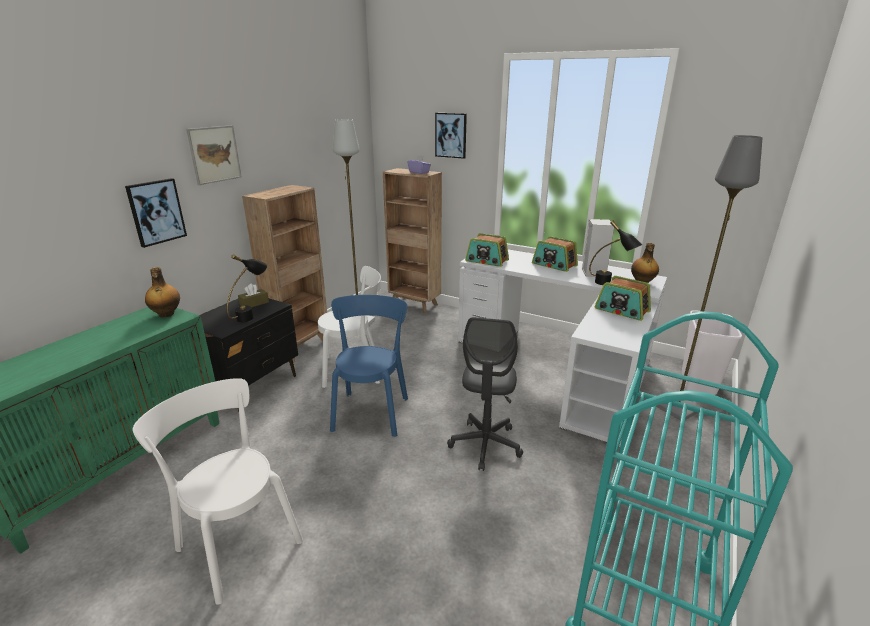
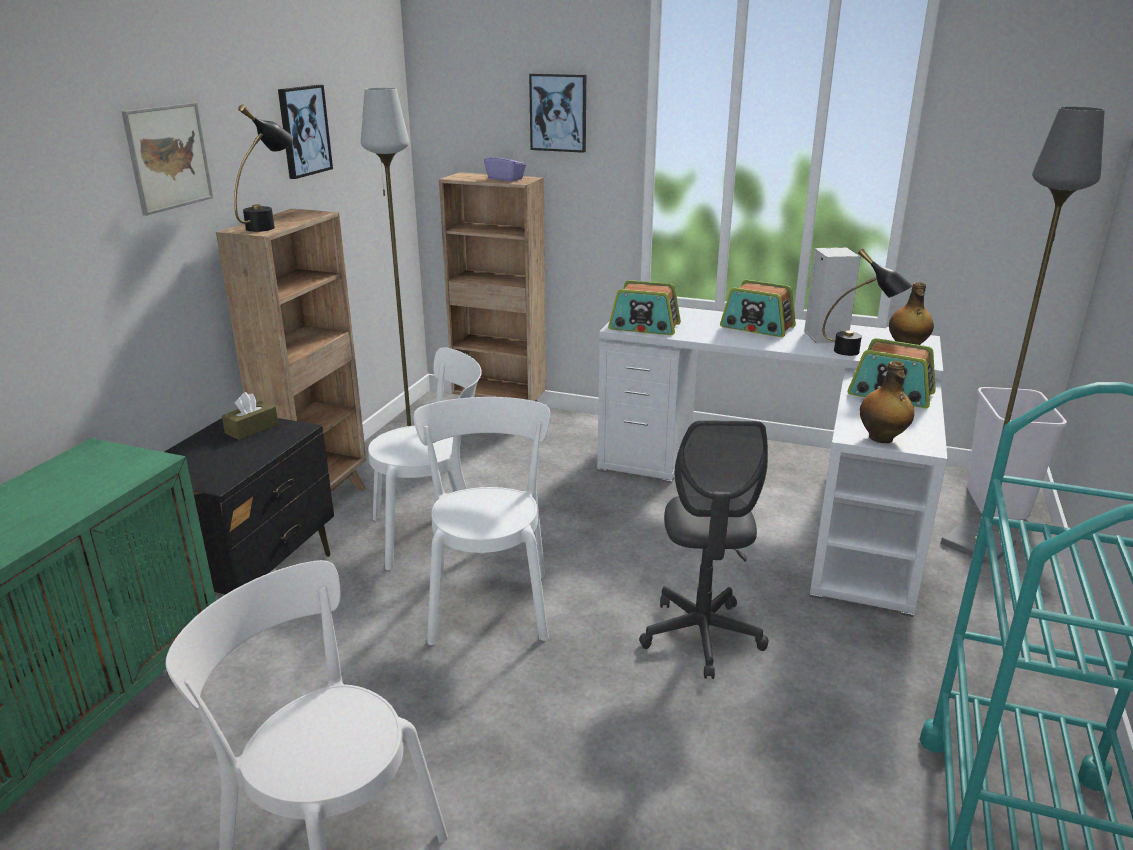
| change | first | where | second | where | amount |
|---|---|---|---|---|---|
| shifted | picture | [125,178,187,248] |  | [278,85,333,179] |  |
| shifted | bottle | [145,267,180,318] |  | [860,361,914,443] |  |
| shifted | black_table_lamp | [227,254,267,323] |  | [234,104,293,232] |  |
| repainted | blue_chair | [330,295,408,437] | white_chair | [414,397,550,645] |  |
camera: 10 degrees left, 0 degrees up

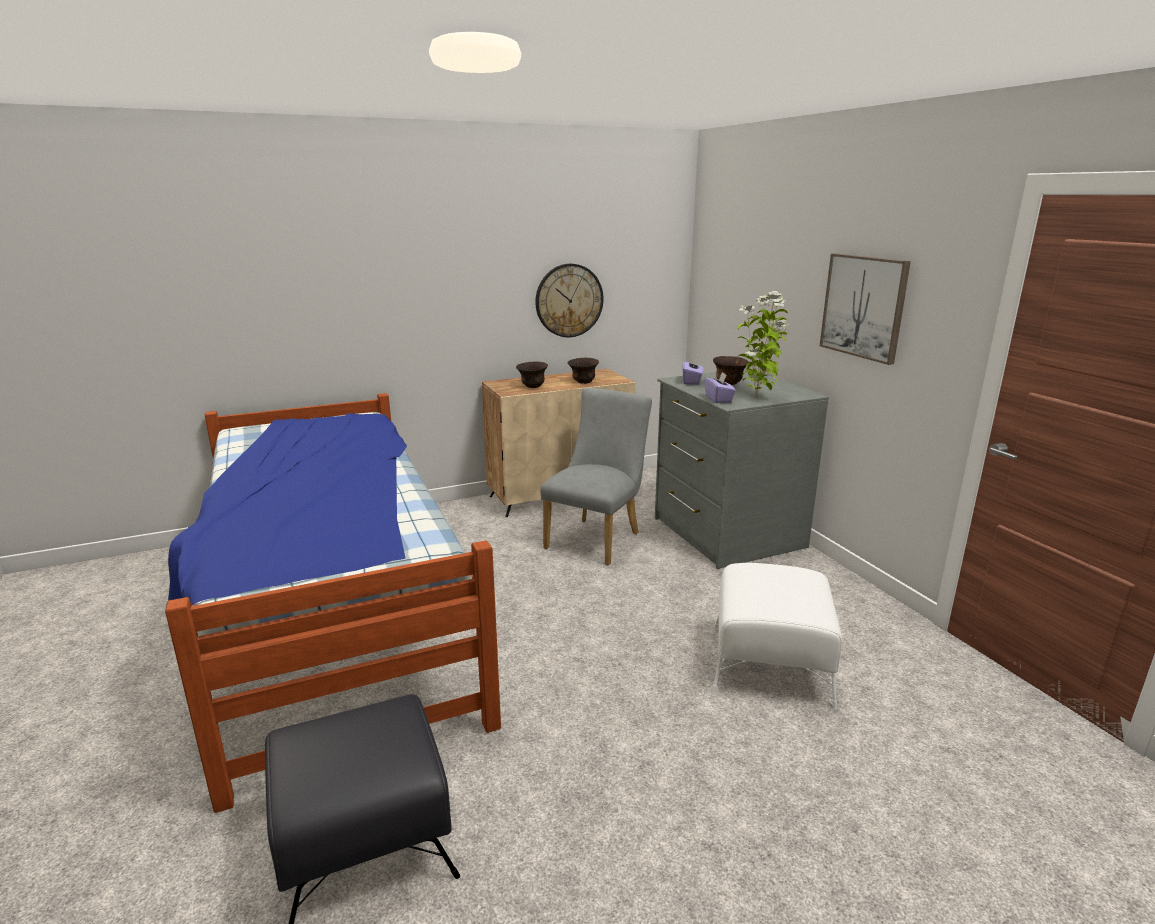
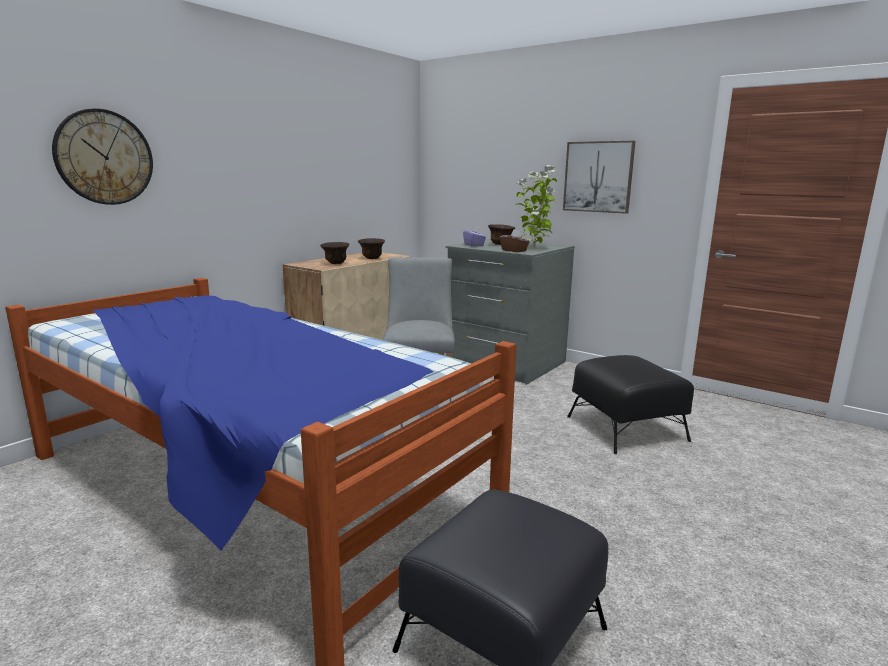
| change | first | where | second | where | amount |
|---|---|---|---|---|---|
| shifted | wall_clock | [535,264,603,337] |  | [52,108,153,205] |  |
| repainted | purple_tissue_box | [704,372,736,403] | brown_tissue_box | [500,230,530,252] |  |
| repainted | white_ottoman | [711,563,842,710] | black_ottoman | [567,355,694,454] |  |
camera: 30 degrees left, 5 degrees down

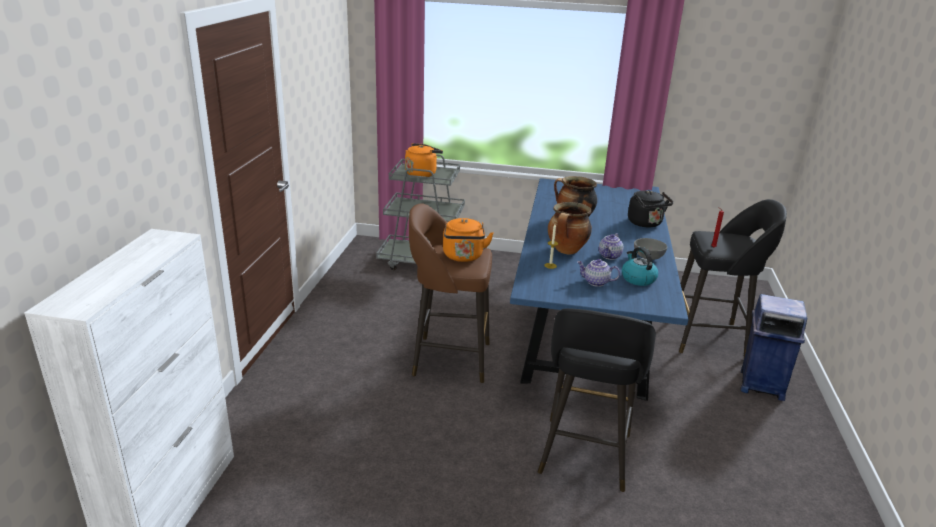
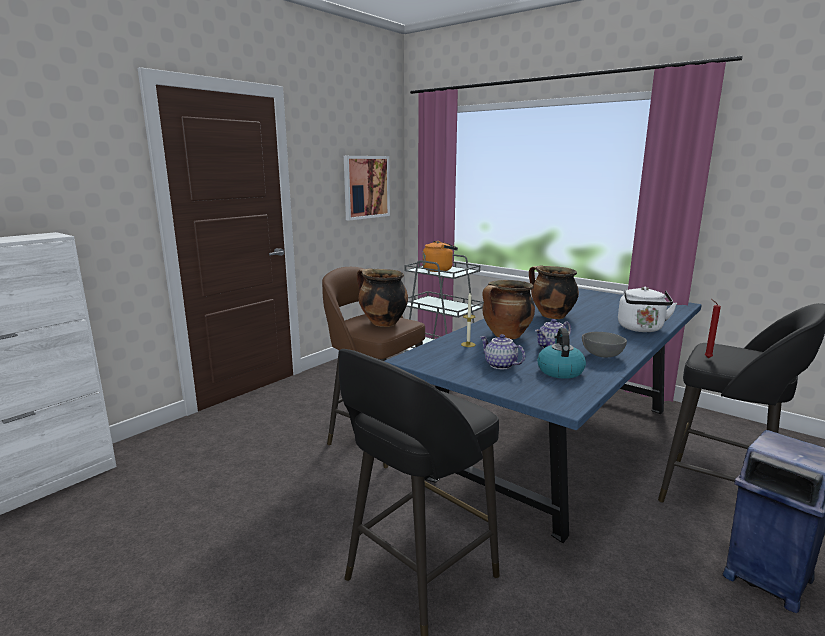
| change | first | where | second | where | amount |
|---|---|---|---|---|---|
| new |  |  | picture | [344,156,390,220] |  |
| swapped | orange_kettle | [443,218,494,262] | cooking_pot | [357,268,408,327] |  |
| repainted | black_kettle | [628,190,673,228] | white_kettle | [618,287,677,332] |  |
camera: 30 degrees right, 10 degrees down

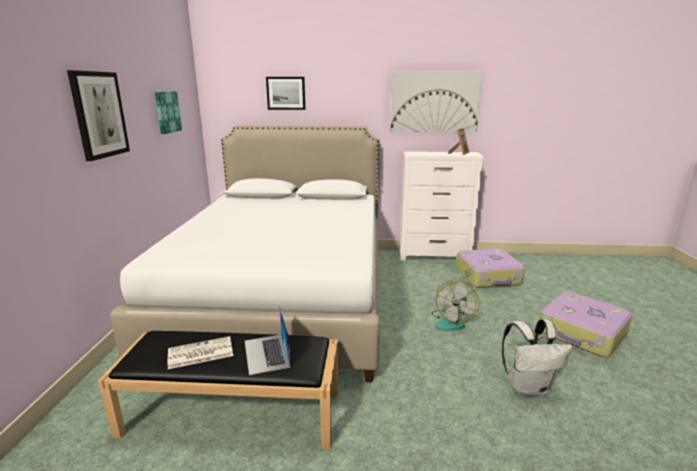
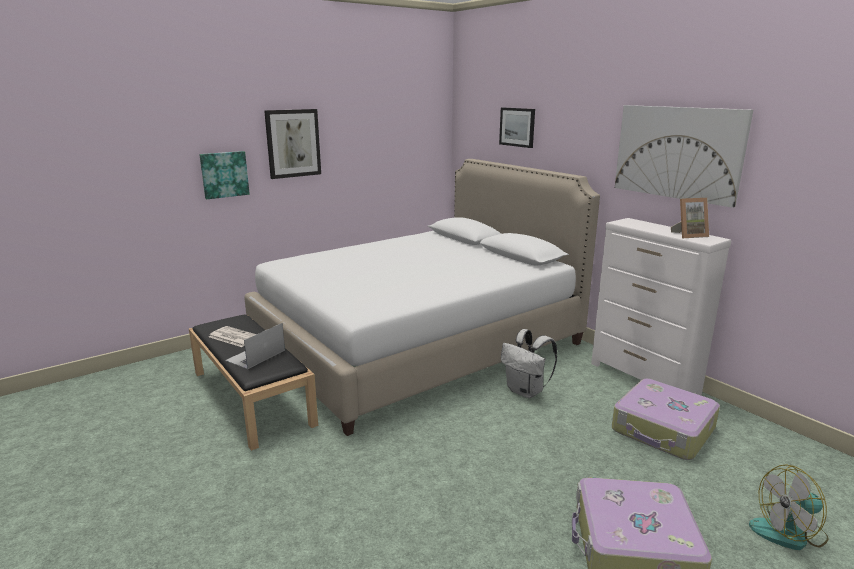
| change | first | where | second | where | amount |
|---|---|---|---|---|---|
| shifted | picture | [155,91,182,134] |  | [199,151,250,199] |  |
| shifted | fan | [432,280,480,331] |  | [749,464,829,550] |  |
| shifted | white_backpack | [502,319,573,396] |  | [501,329,557,398] |  |
camera: 50 degrees right, 0 degrees up

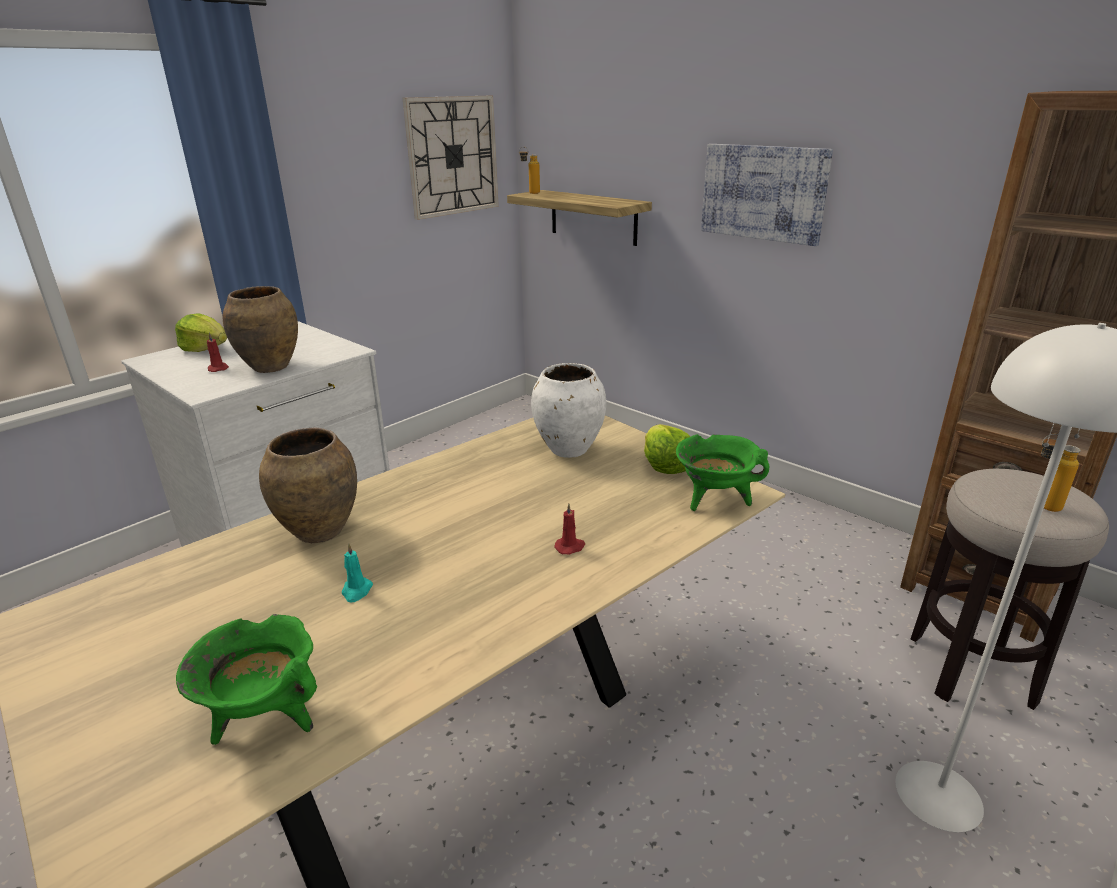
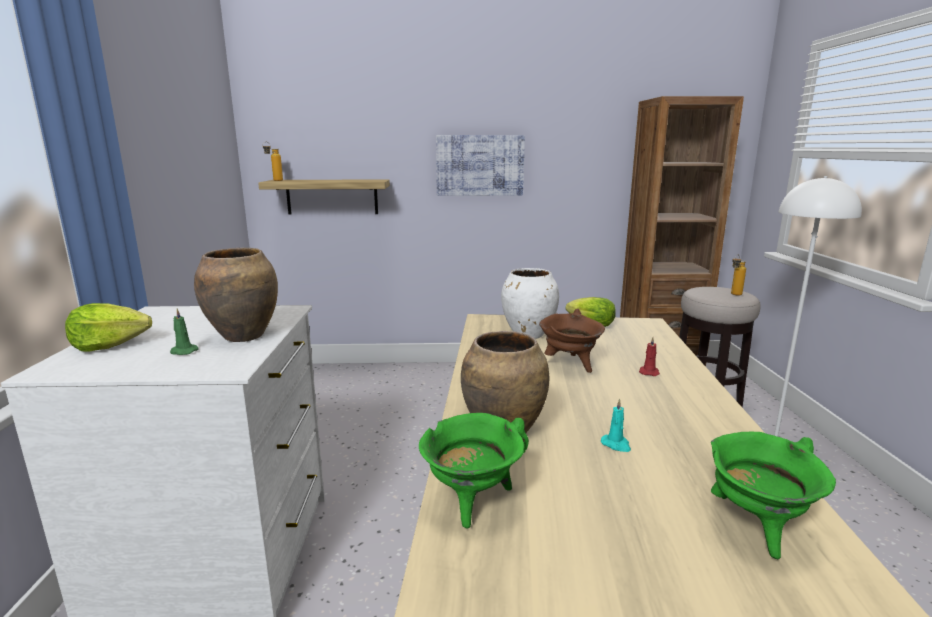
| change | first | where | second | where | amount |
|---|---|---|---|---|---|
| gone | wall_clock | [403,95,499,220] |  |  |  |
| new |  |  | brown_cooking_pot | [539,309,605,373] |  |
| shifted | green_cooking_pot | [676,434,769,511] |  | [419,413,529,529] |  |
| repainted | red_candle | [207,333,229,372] | green_candle | [170,308,198,355] |  |
camera: 45 degrees left, 10 degrees down

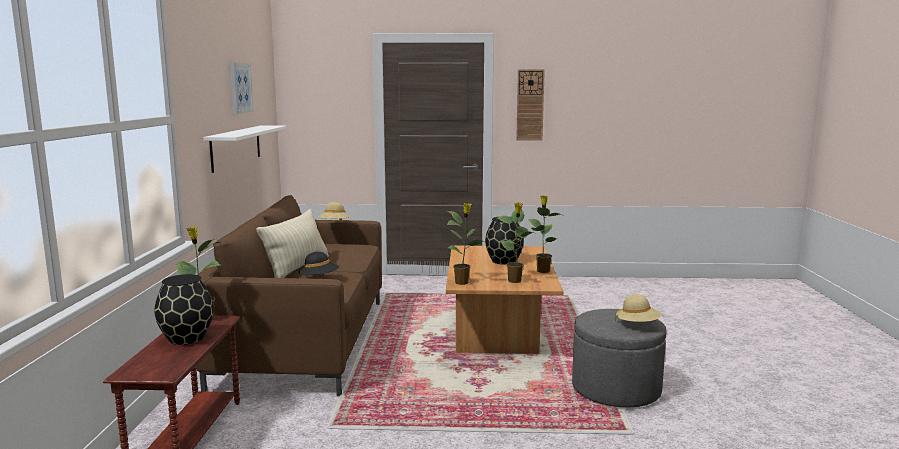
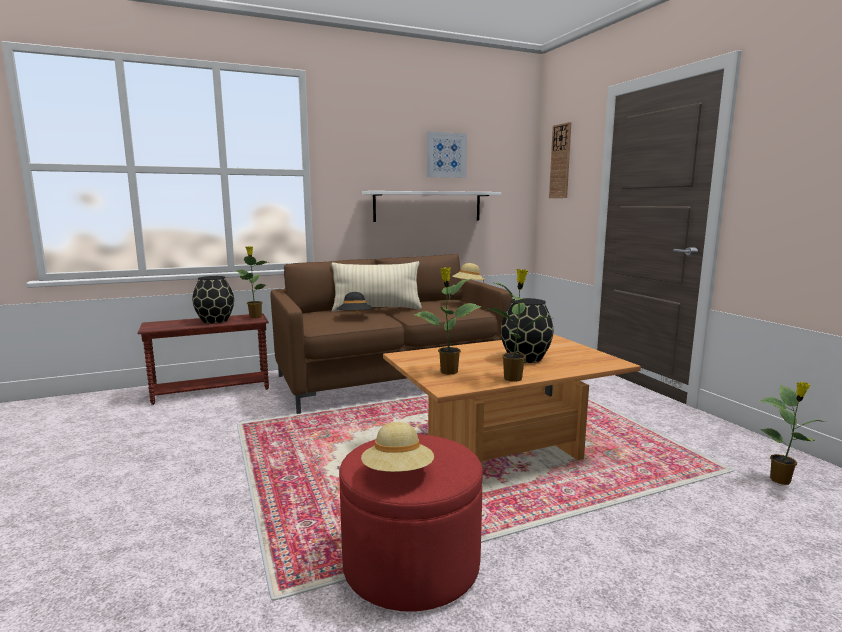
| change | first | where | second | where | amount |
|---|---|---|---|---|---|
| shifted | potted_plant | [444,203,486,285] |  | [760,381,826,485] |  |
| shifted | wall_clock | [516,69,545,141] |  | [549,122,572,198] |  |
| repainted | grey_ottoman | [572,309,666,408] | red_ottoman | [339,434,483,612] |  |
camera: 65 degrees right, 0 degrees up

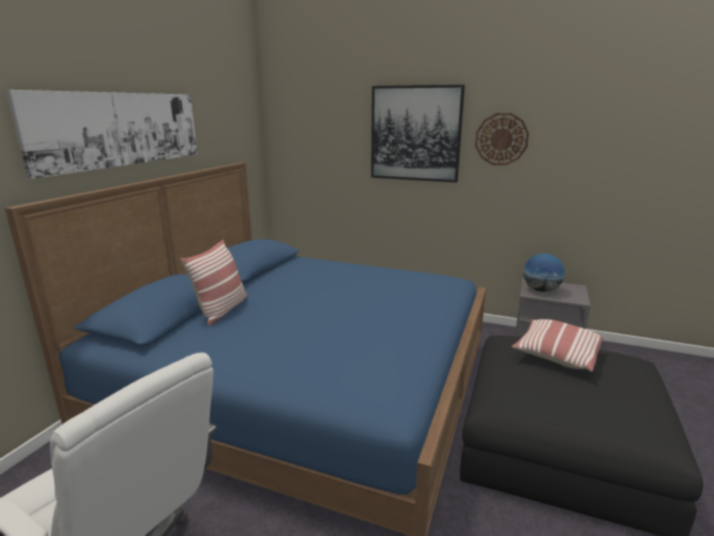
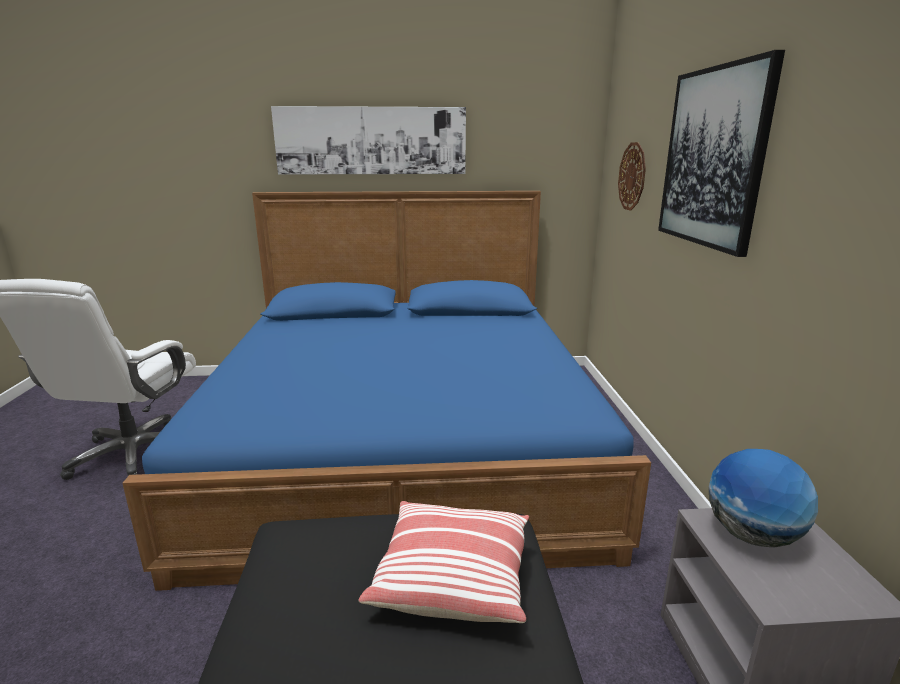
| change | first | where | second | where | amount |
|---|---|---|---|---|---|
| gone | pillow | [181,240,247,326] |  |  |  |
| shifted | wall_clock | [475,113,529,166] |  | [618,142,646,211] |  |
camera: 65 degrees right, 0 degrees up

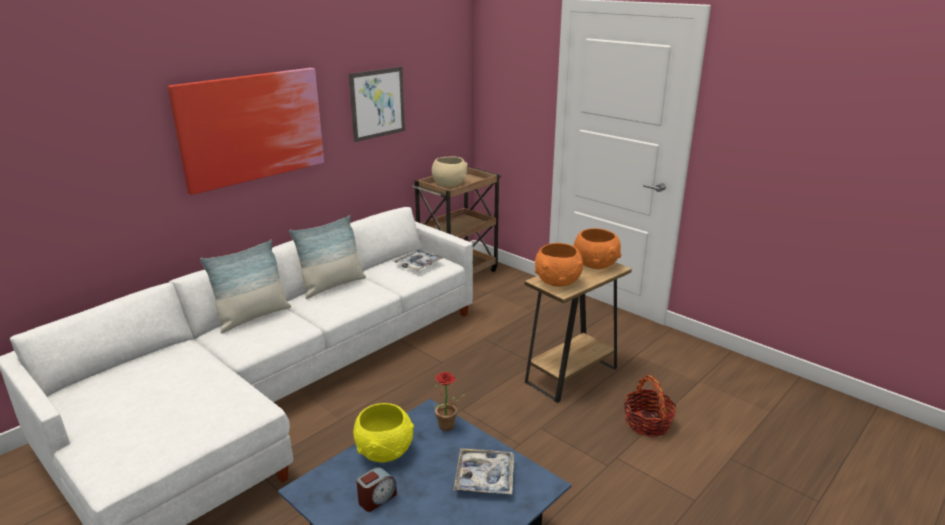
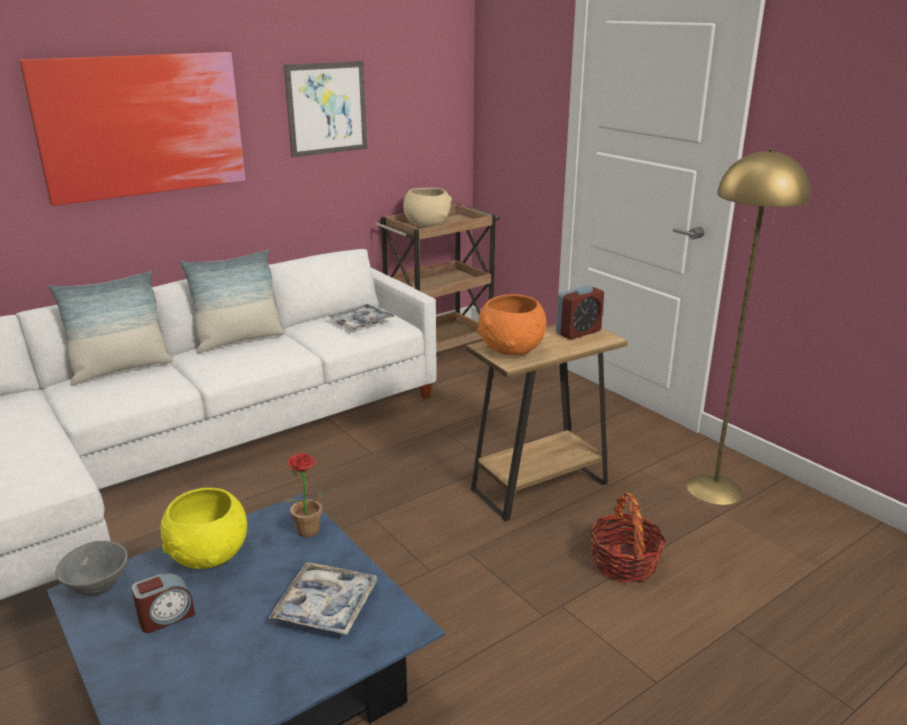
| change | first | where | second | where | amount |
|---|---|---|---|---|---|
| new |  |  | grey_bowl | [55,541,127,596] |  |
| new |  |  | yellow_floor_lamp | [686,149,811,505] |  |
| swapped | orange_bowl | [574,228,621,269] | alarm_clock | [556,285,604,339] |  |
camera: 10 degrees right, 0 degrees up

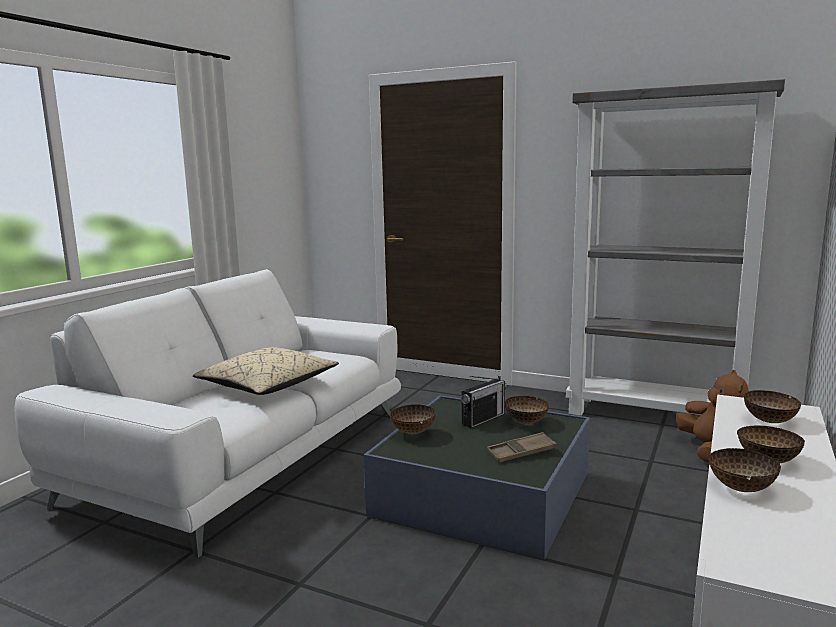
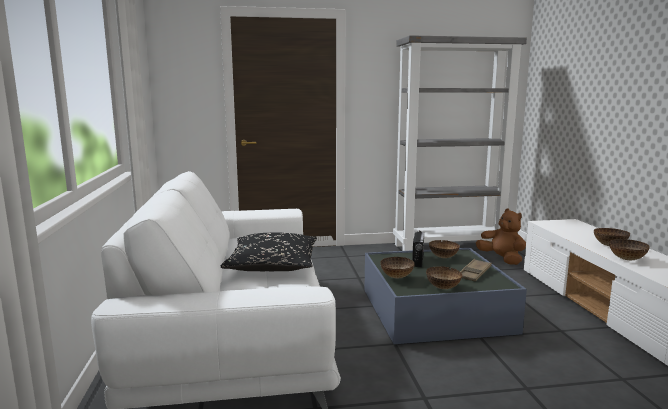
| change | first | where | second | where | amount |
|---|---|---|---|---|---|
| shifted | bowl | [744,390,801,423] |  | [426,266,463,289] |  |
| repainted | beige_pillow | [193,347,339,395] | black_pillow | [221,233,317,271] |  |
camera: 35 degrees left, 0 degrees up

